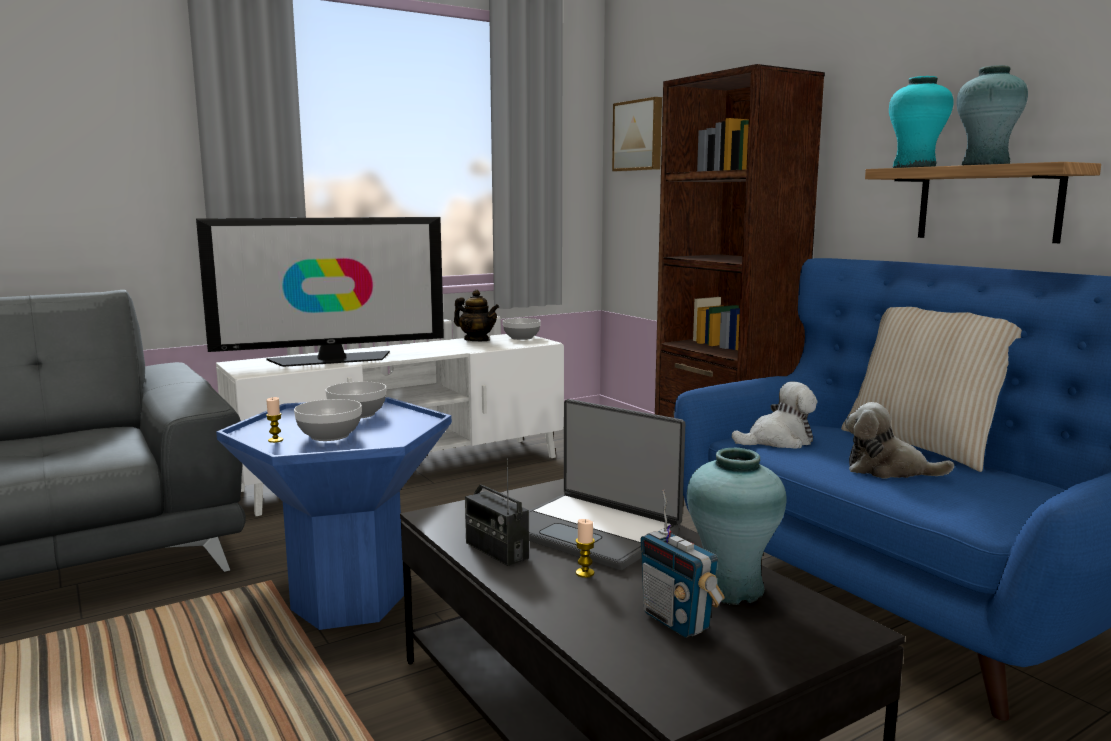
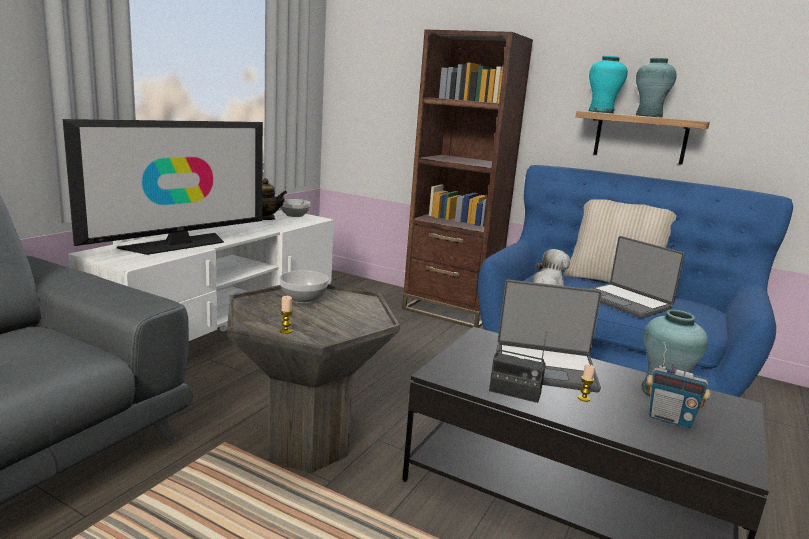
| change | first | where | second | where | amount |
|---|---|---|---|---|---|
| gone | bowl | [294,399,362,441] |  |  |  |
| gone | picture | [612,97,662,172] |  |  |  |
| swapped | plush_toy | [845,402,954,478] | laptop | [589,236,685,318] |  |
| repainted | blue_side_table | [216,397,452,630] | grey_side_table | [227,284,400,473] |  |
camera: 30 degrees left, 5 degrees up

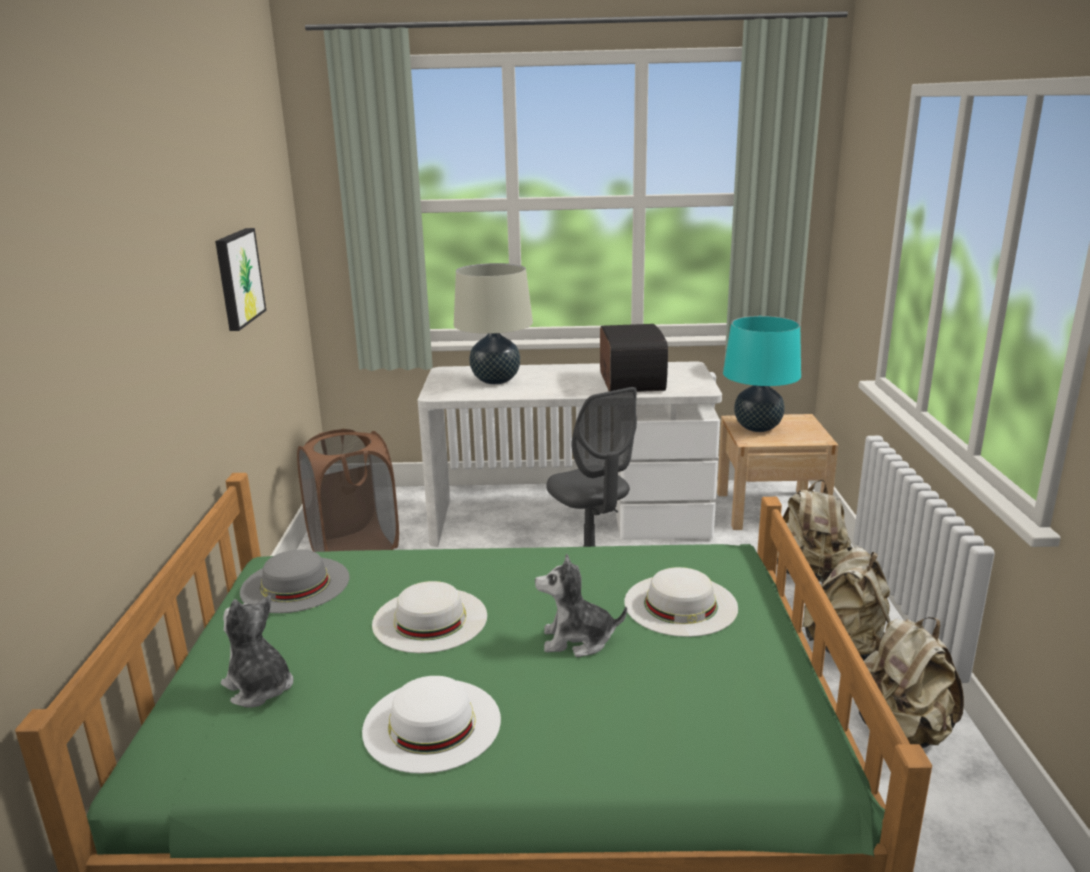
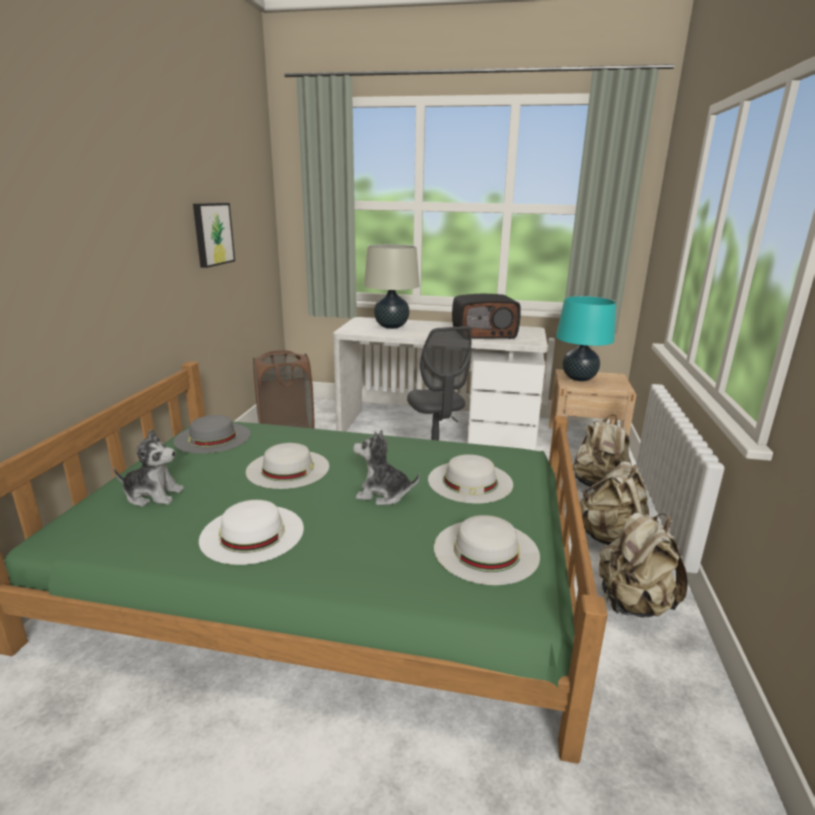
| change | first | where | second | where | amount |
|---|---|---|---|---|---|
| new |  |  | white_hat | [434,515,540,585] |  |
| rotated | plush_toy | [221,595,294,708] |  | [113,429,184,507] | 135 degrees clockwise |
| rotated | radio | [600,324,668,392] |  | [452,294,521,339] | 75 degrees clockwise |
camera: 10 degrees right, 0 degrees up

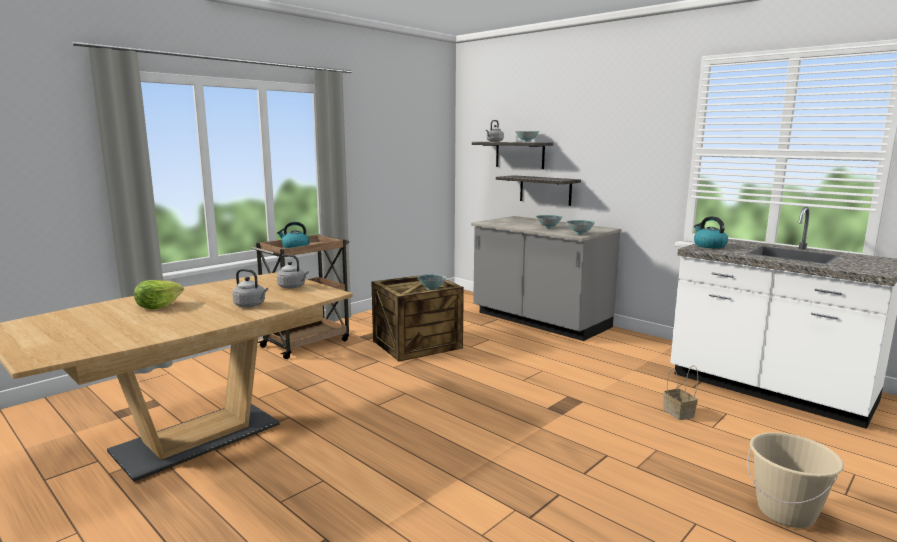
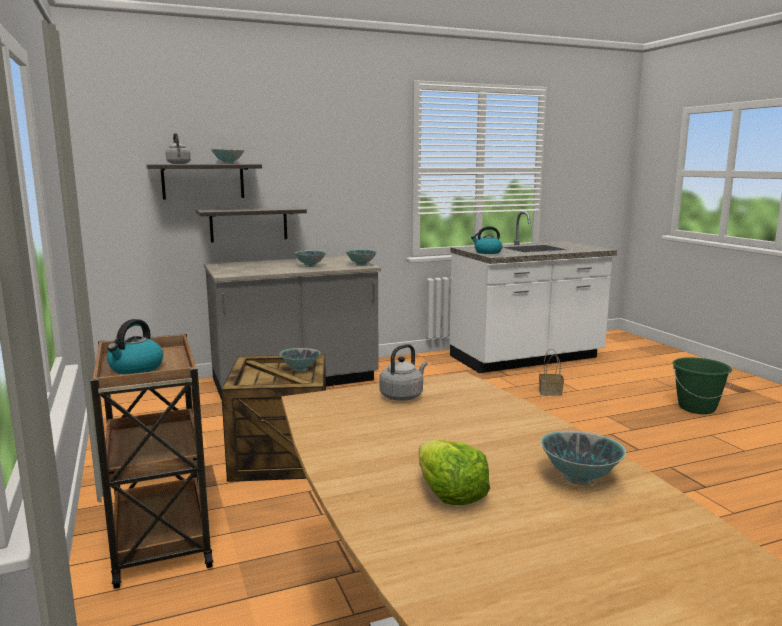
| change | first | where | second | where | amount |
|---|---|---|---|---|---|
| gone | grey_kettle | [232,269,268,307] |  |  |  |
| new |  |  | bowl | [540,431,626,485] |  |
| repainted | beige_bucket | [747,432,844,528] | green_bucket | [673,357,732,414] |  |
camera: 65 degrees left, 0 degrees up

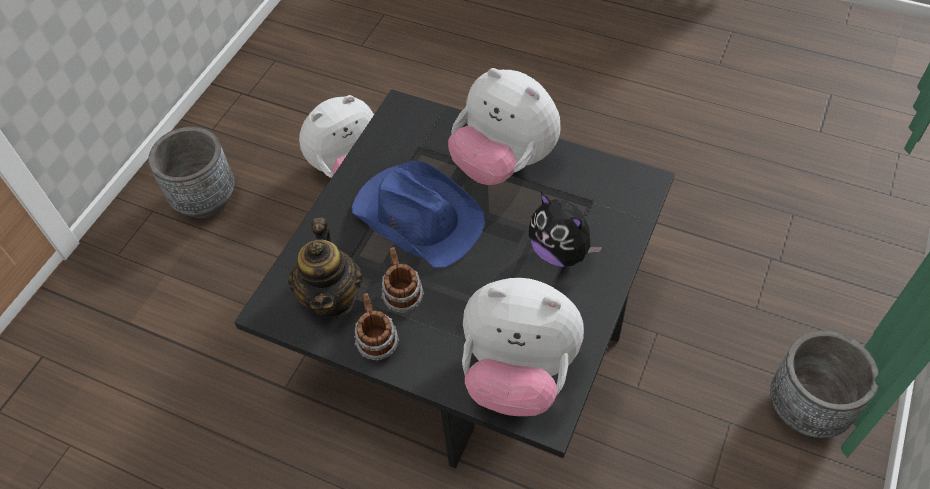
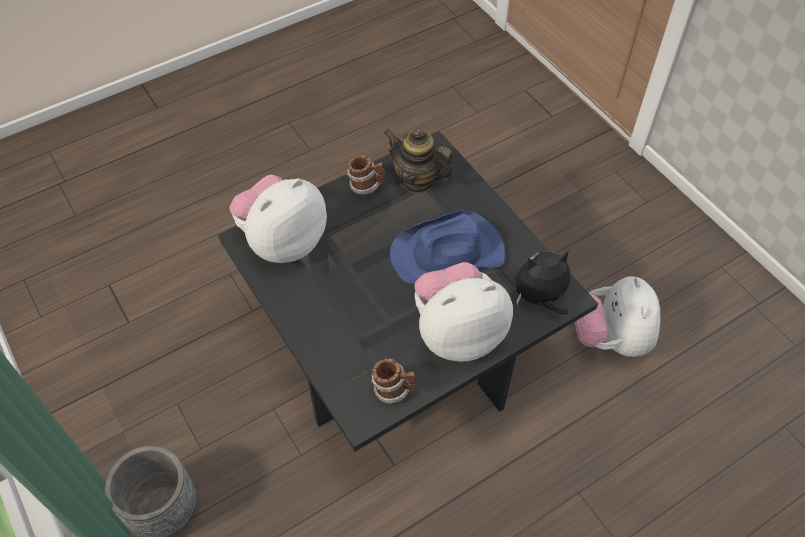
| change | first | where | second | where | amount |
|---|---|---|---|---|---|
| gone | grey_planter | [148,127,235,218] |  |  |  |
| shifted | mug | [381,247,424,313] |  | [371,358,417,404] |  |
| shifted | plush_toy | [529,192,602,267] |  | [516,250,570,314] |  |
camera: 120 degrees right, 0 degrees up

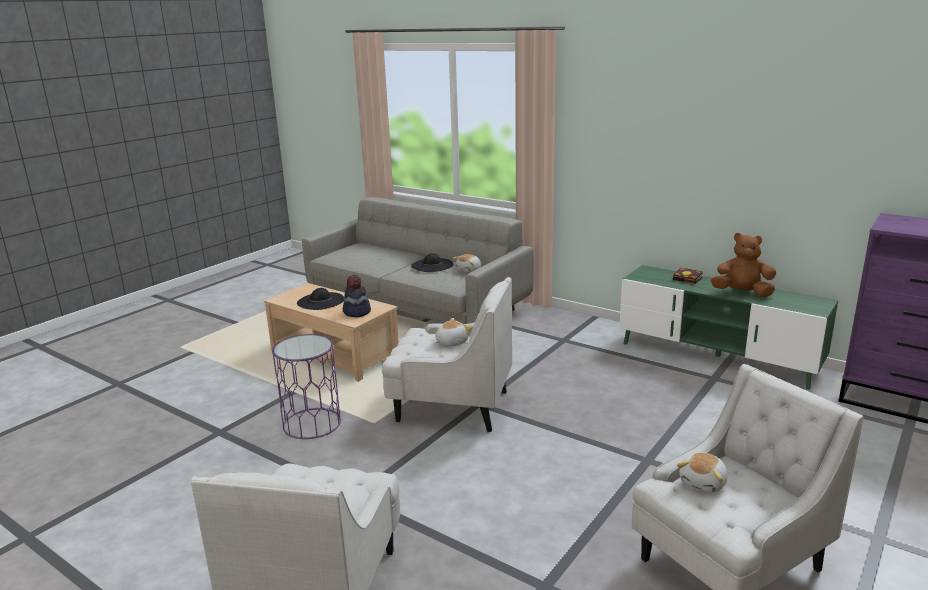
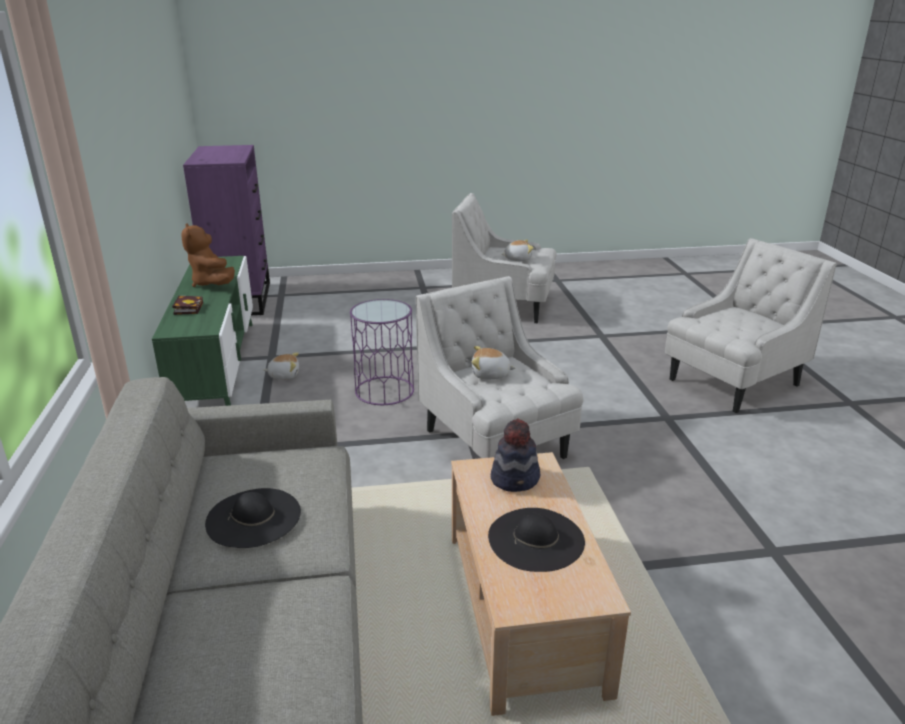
| change | first | where | second | where | amount |
|---|---|---|---|---|---|
| shifted | purple_side_table | [272,334,341,439] |  | [350,299,414,405] |  |
| shifted | plush_toy | [453,254,481,273] |  | [263,352,299,379] |  |
camera: 135 degrees left, 5 degrees up

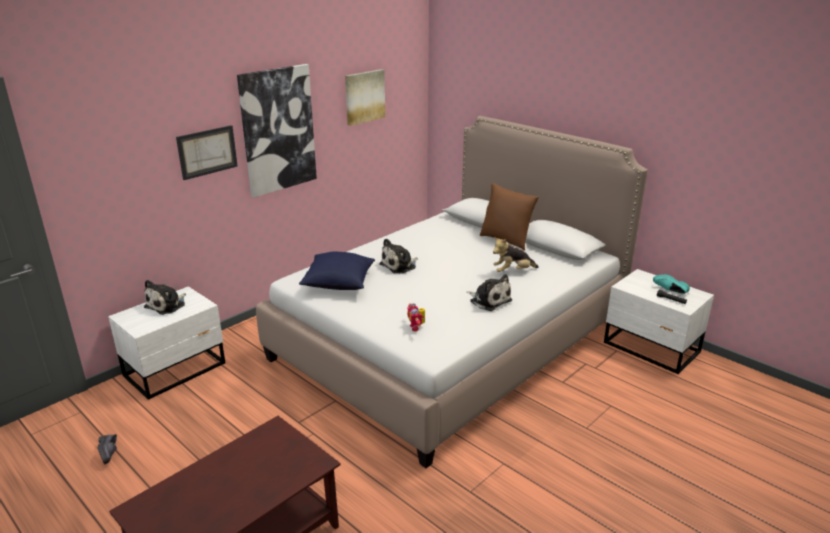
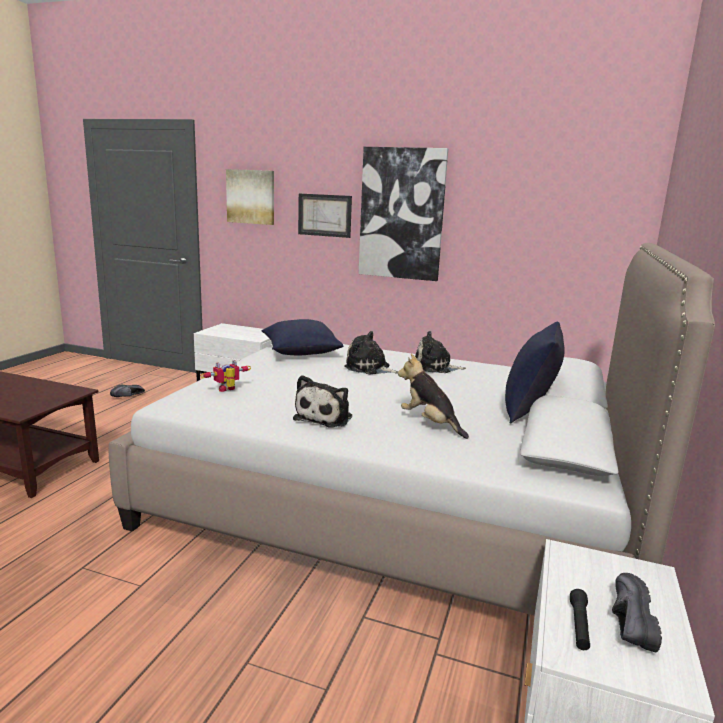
| change | first | where | second | where | amount |
|---|---|---|---|---|---|
| shifted | plush_toy | [144,280,186,315] |  | [415,331,466,373] |  |
| shifted | picture | [345,69,385,126] |  | [226,169,274,225] |  |
| repainted | brown_pillow | [480,183,539,251] | blue_pillow | [505,322,565,424] |  |
| repainted | turquoise_shoe | [653,274,690,294] | black_shoe | [612,573,662,652] |  |
camera: 65 degrees right, 10 degrees down

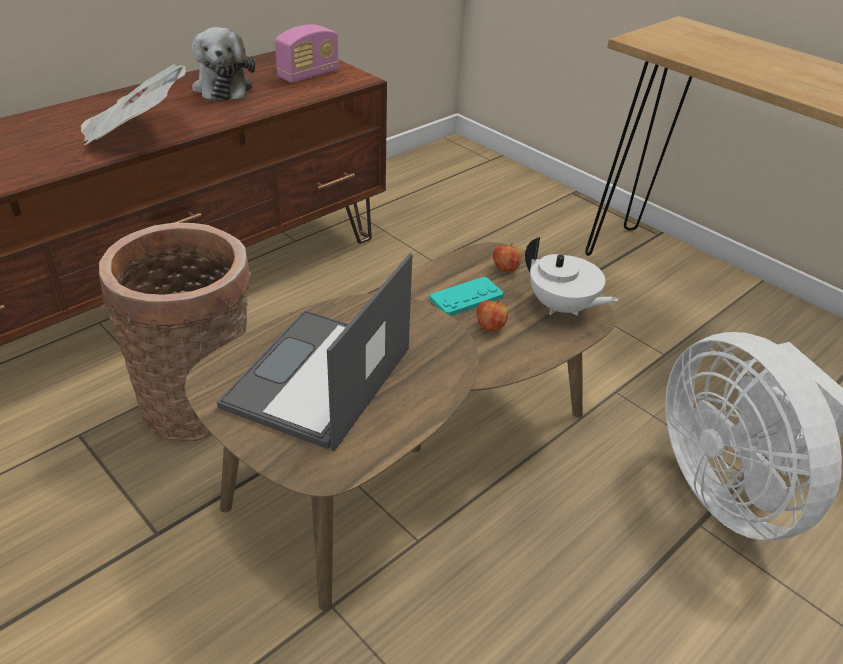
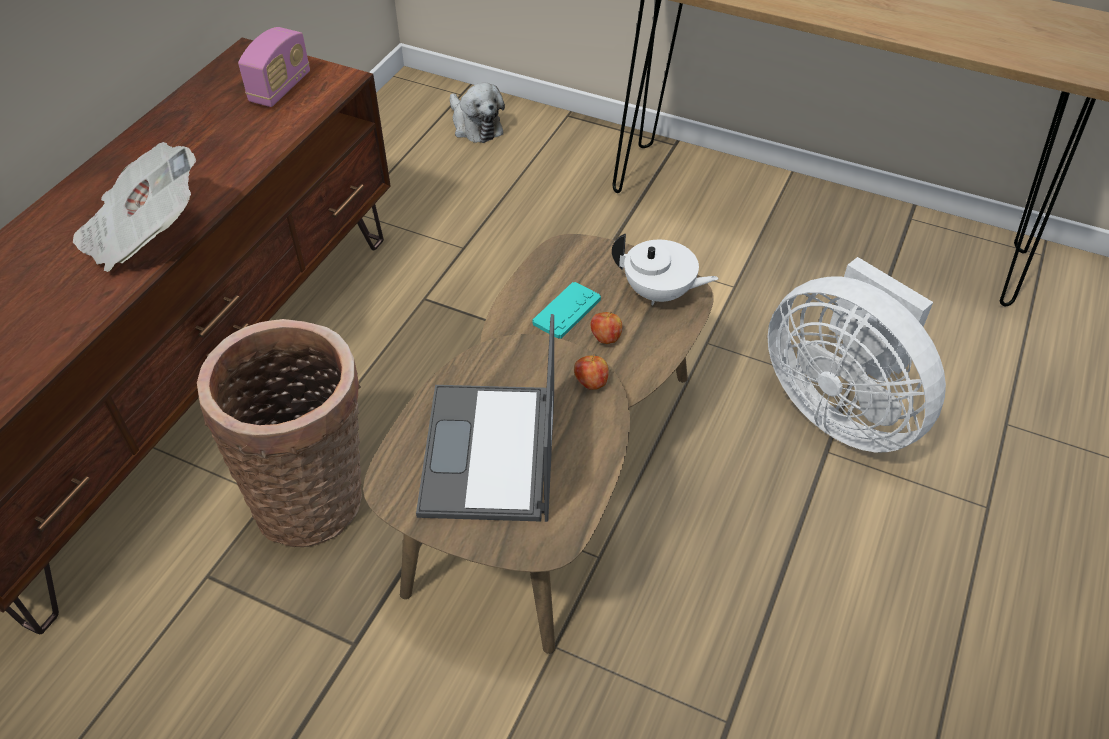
| change | first | where | second | where | amount |
|---|---|---|---|---|---|
| shifted | plush_toy | [192,27,255,101] |  | [450,83,505,143] |  |
| shifted | apple | [493,242,522,272] |  | [574,354,609,390] |  |
camera: 20 degrees left, 10 degrees up

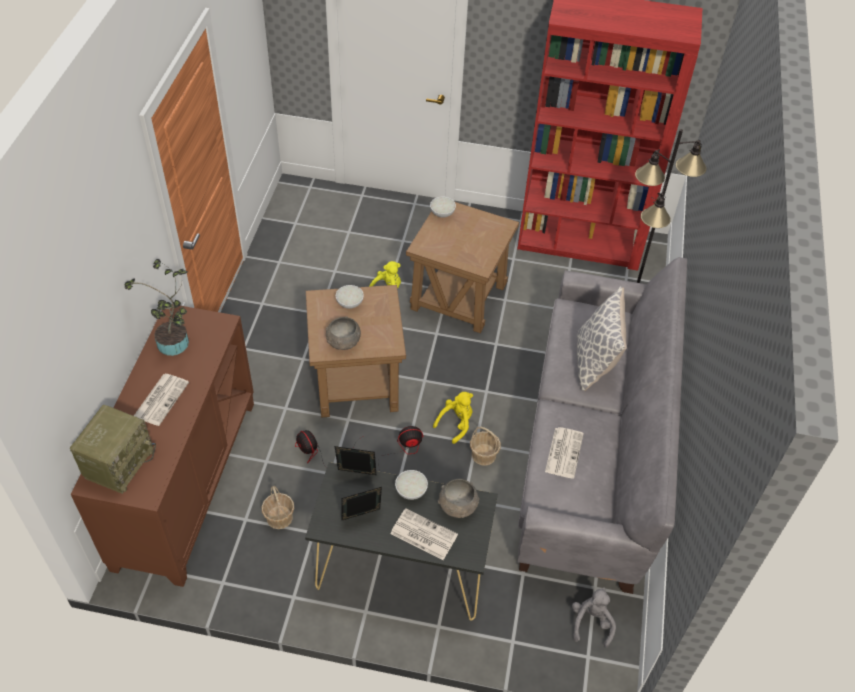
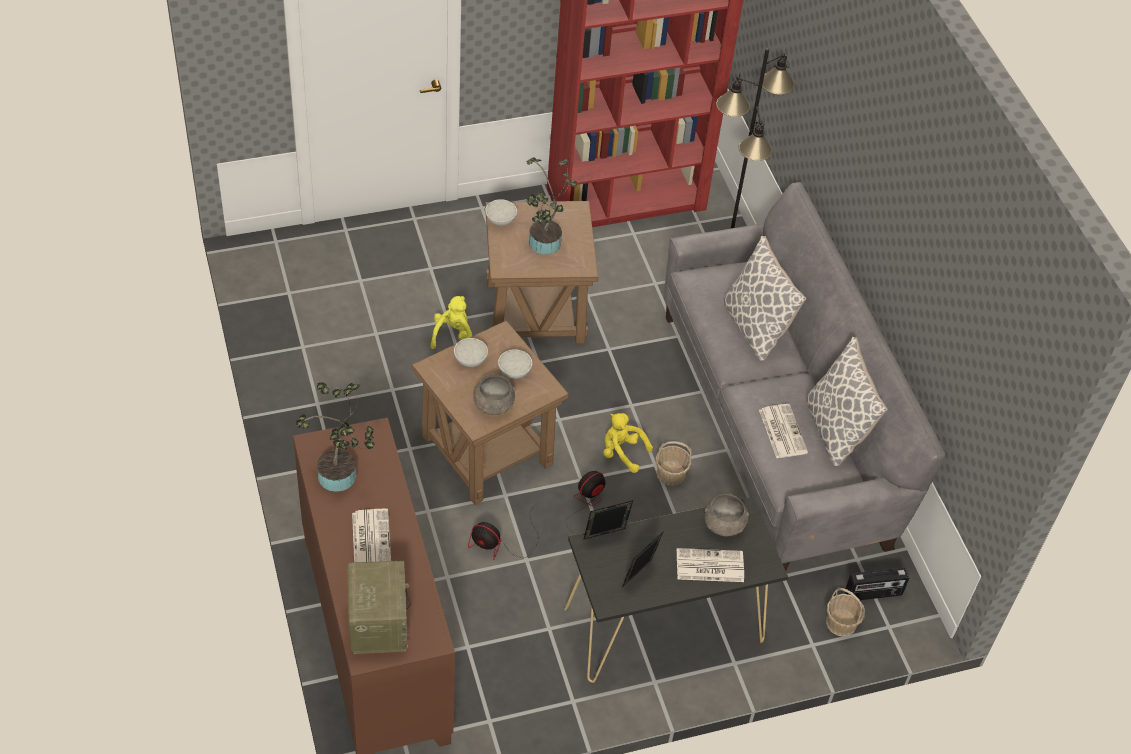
| change | first | where | second | where | amount |
|---|---|---|---|---|---|
| new |  |  | potted_plant | [526,157,577,255] |  |
| new |  |  | pillow | [807,337,888,467] |  |
| shifted | basket | [262,486,294,529] |  | [826,588,865,637] |  |
| shifted | white_bowl | [395,470,428,500] |  | [498,349,532,379] |  |
| swapped | grey_plush_toy | [572,587,616,648] | radio | [845,568,909,600] |  |
| rotated | yellow_plush_toy | [433,392,473,444] |  | [603,413,653,473] | 75 degrees counterclockwise |
camera: 30 degrees left, 0 degrees up

